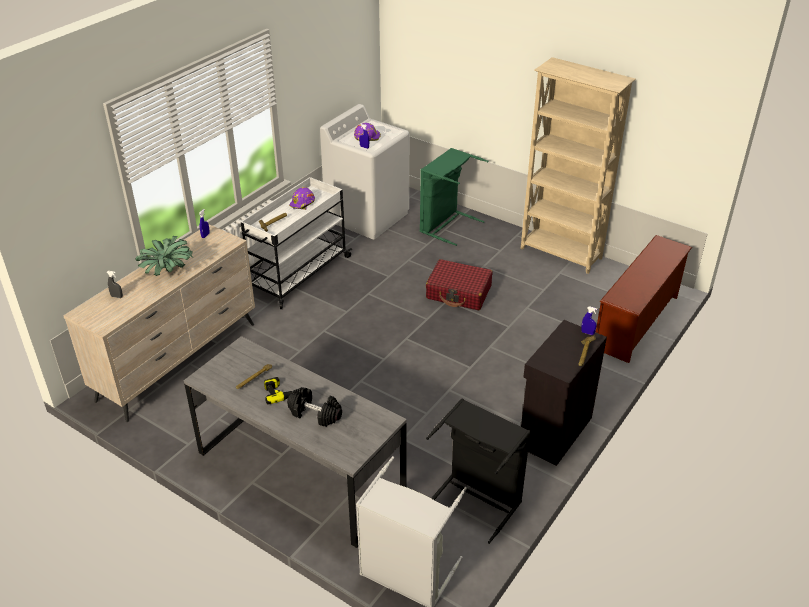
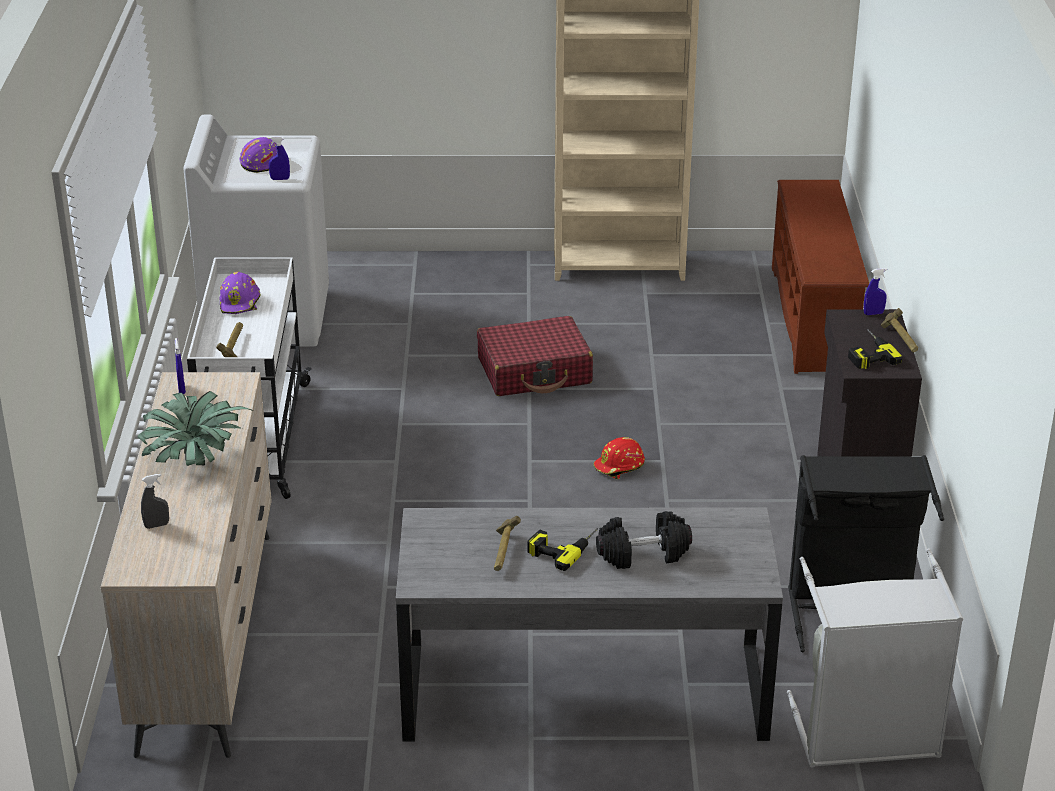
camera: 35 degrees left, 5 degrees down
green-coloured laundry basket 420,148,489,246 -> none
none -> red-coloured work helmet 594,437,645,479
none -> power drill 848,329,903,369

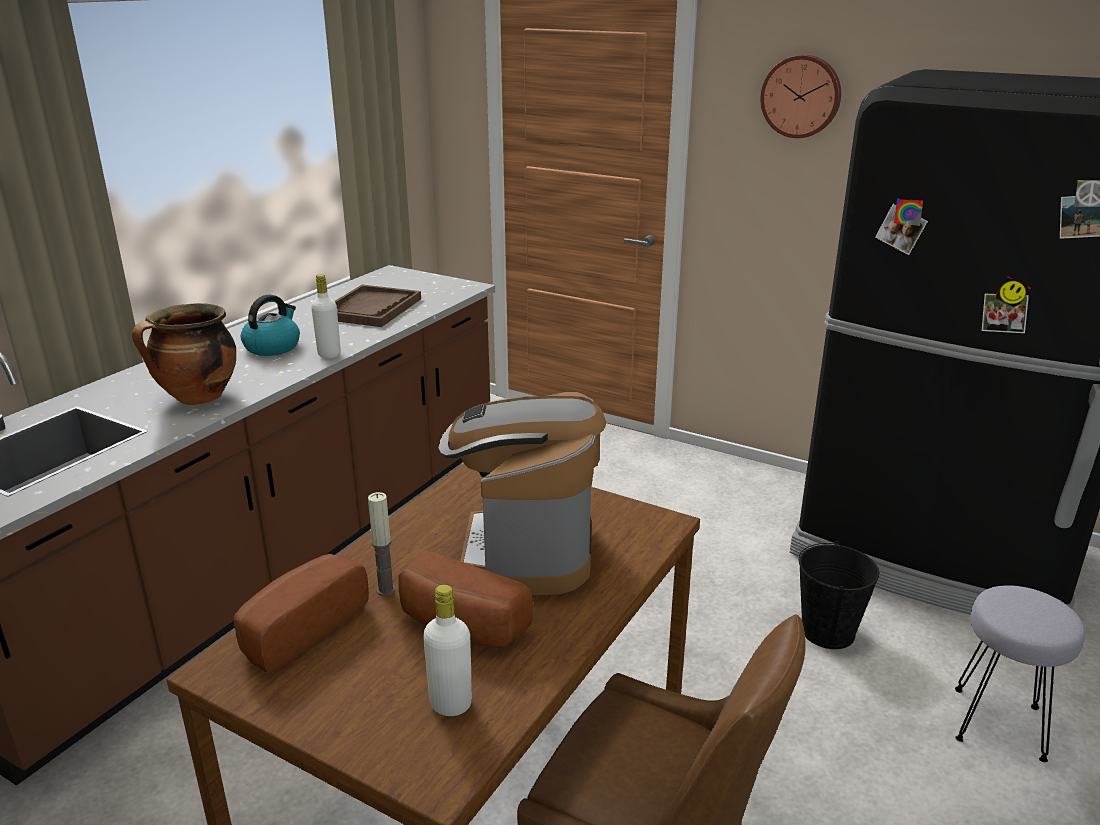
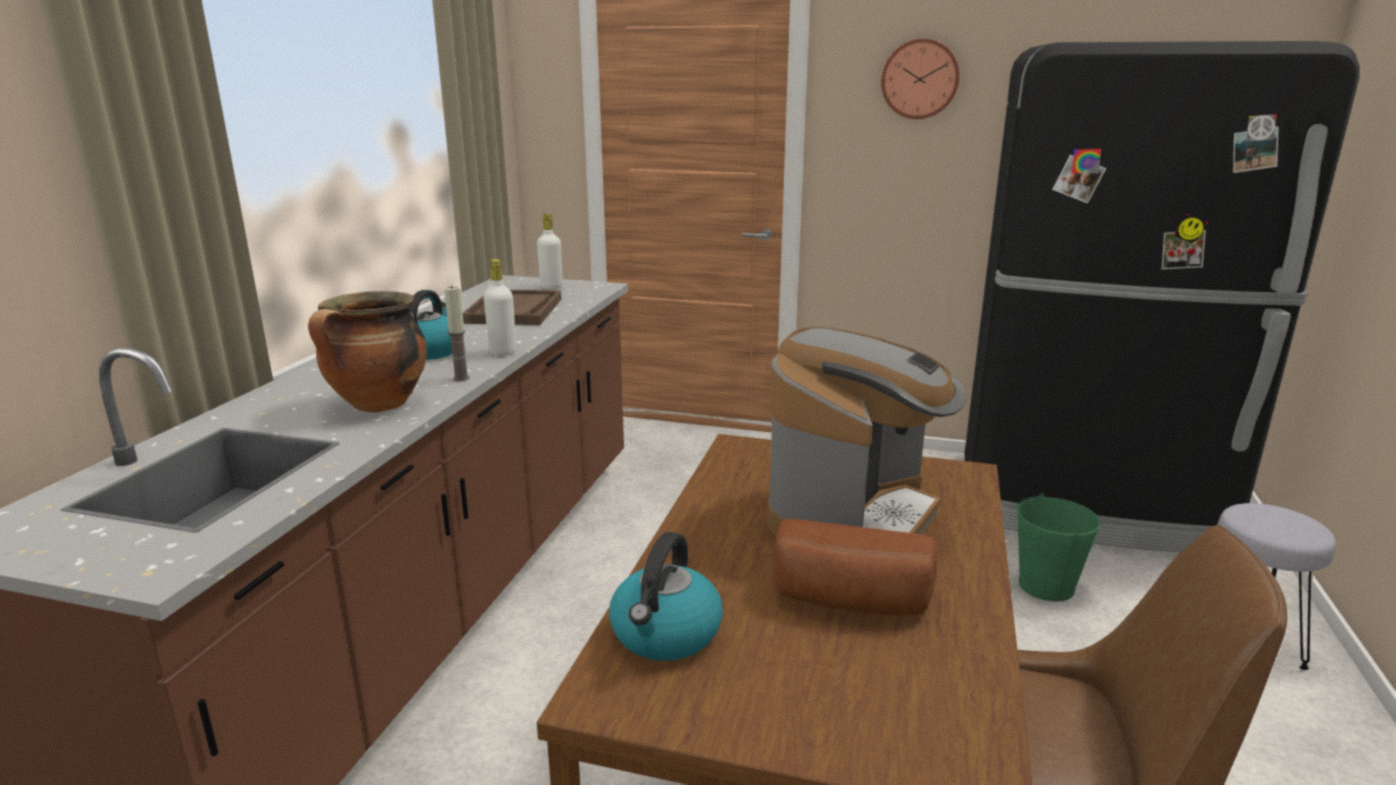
camera: 15 degrees left, 5 degrees down
bread 234,554,369,673 -> water kettle 609,532,723,661
wax candle 368,492,396,596 -> wax candle 444,285,470,382, move
white-coloured beverage bottle 423,585,472,716 -> white-coloured beverage bottle 537,214,563,289, move
coffee brewer 438,392,606,595 -> coffee brewer 767,327,966,535, 135 degrees counterclockwise
blackish pail 798,541,880,649 -> green-coloured pail 1017,493,1101,601

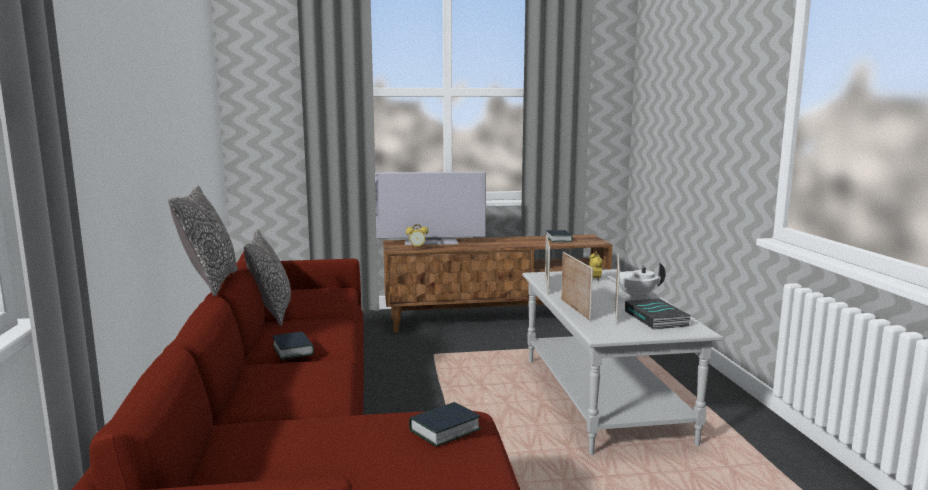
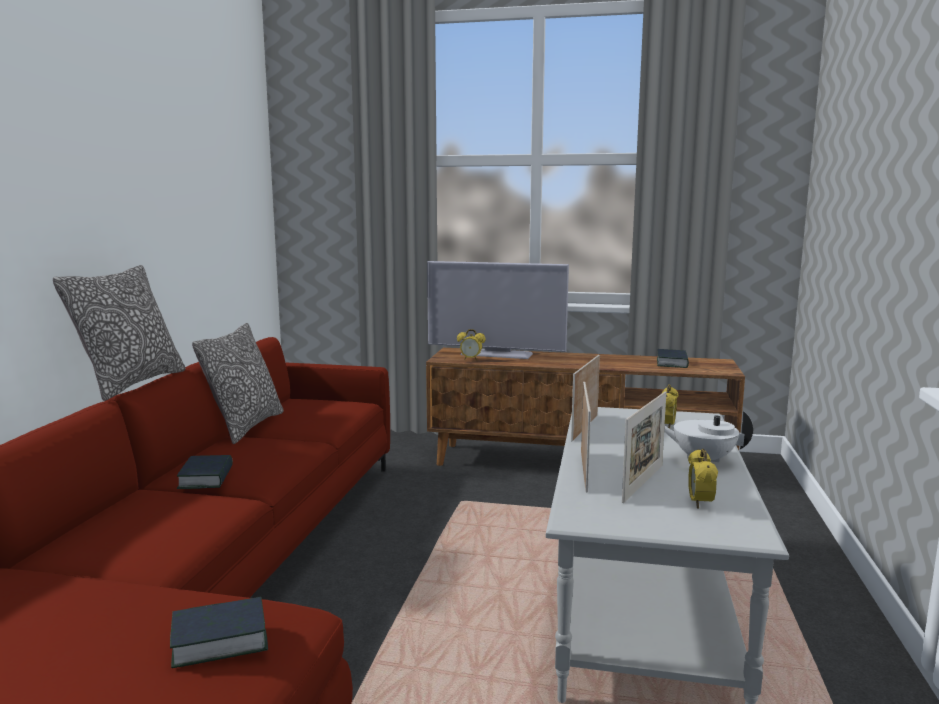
camera: 20 degrees right, 0 degrees up
bound book 625,298,691,330 -> alarm clock 688,449,718,509

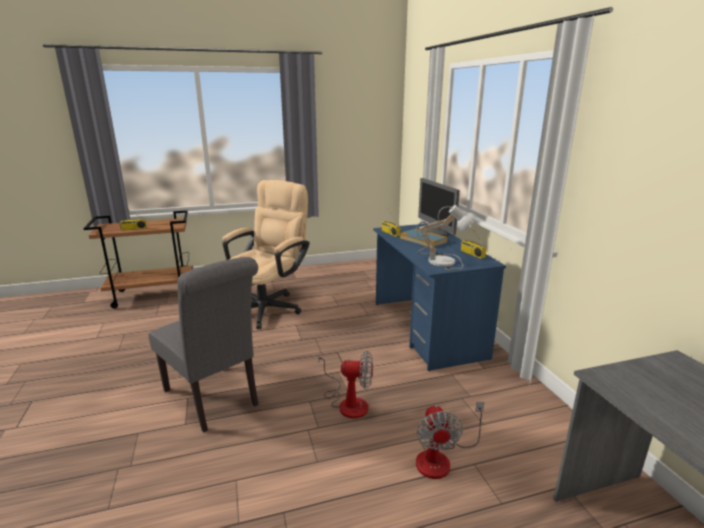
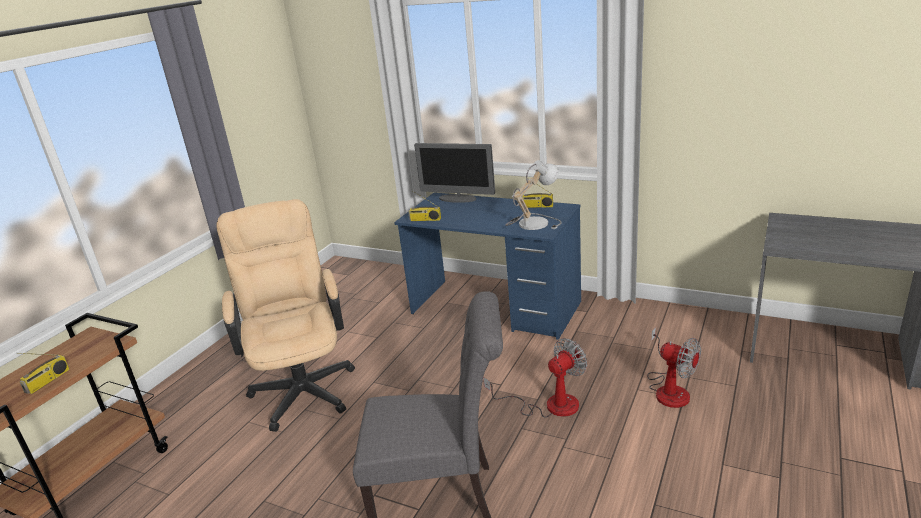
camera: 45 degrees left, 5 degrees up
bound book 400,229,448,247 -> none

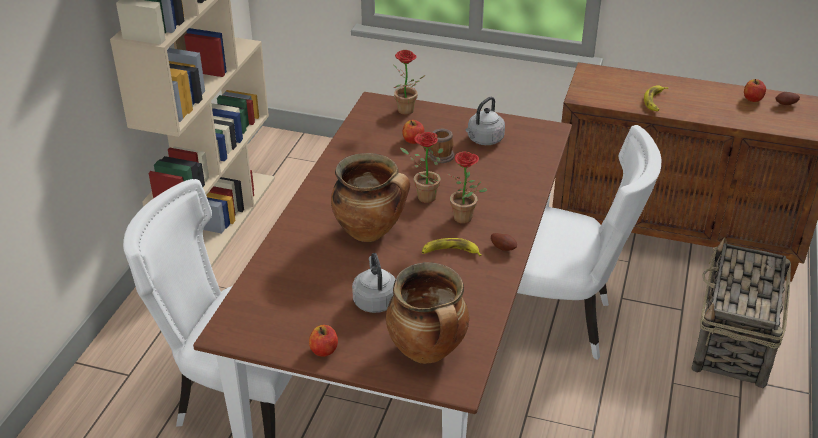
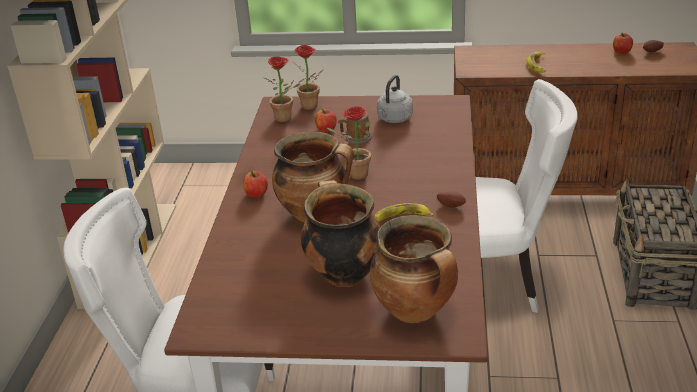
camera: 10 degrees left, 5 degrees down
apple 309,325,338,357 -> apple 243,171,268,197, move
gray water kettle 352,253,396,313 -> stockpot 301,180,380,287
plant in a pot 448,152,487,224 -> plant in a pot 264,56,300,122, move

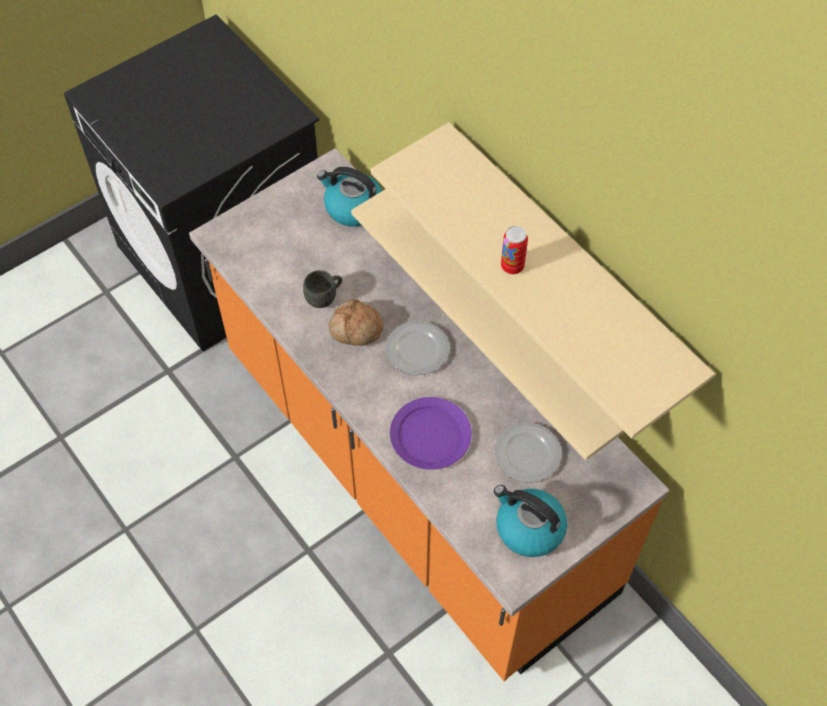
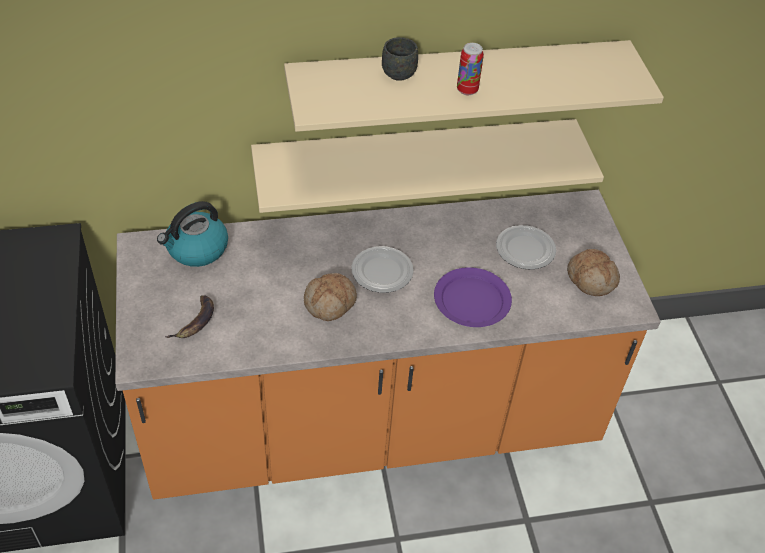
camera: 65 degrees left, 10 degrees down
gray mug 303,270,342,308 -> gray mug 382,37,418,81, move
water kettle 494,485,567,557 -> bread 567,249,620,296
none -> whole banana 165,295,214,338

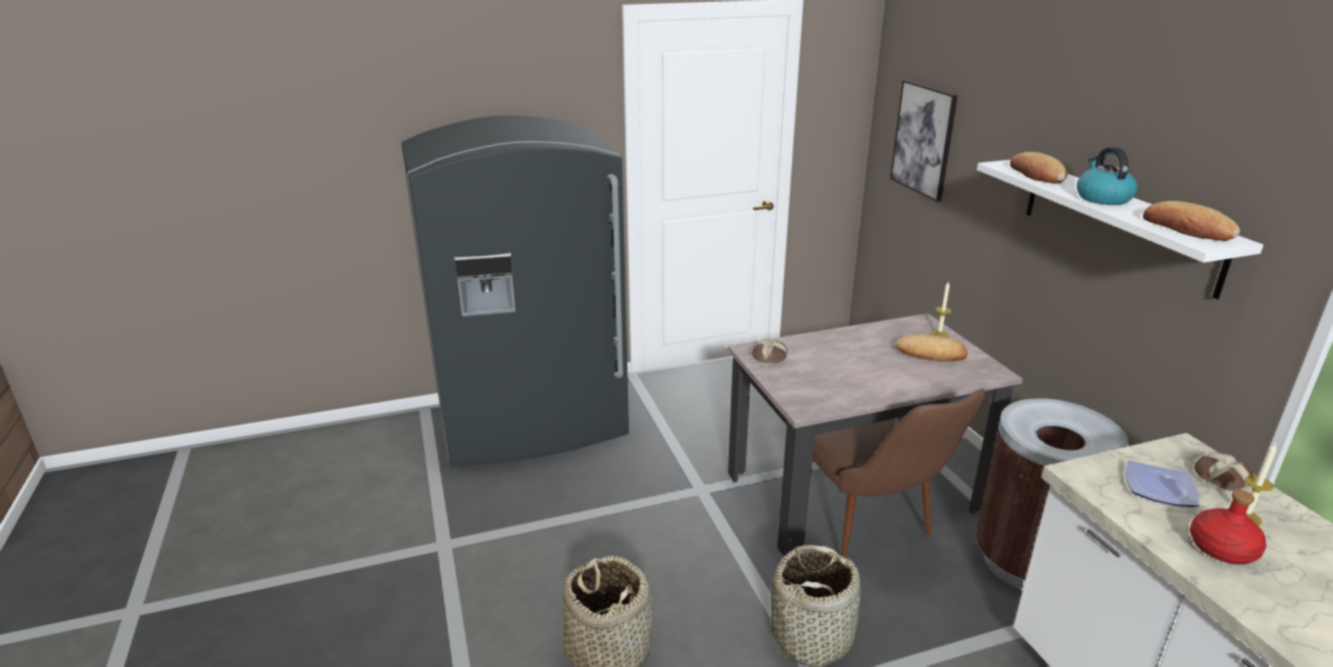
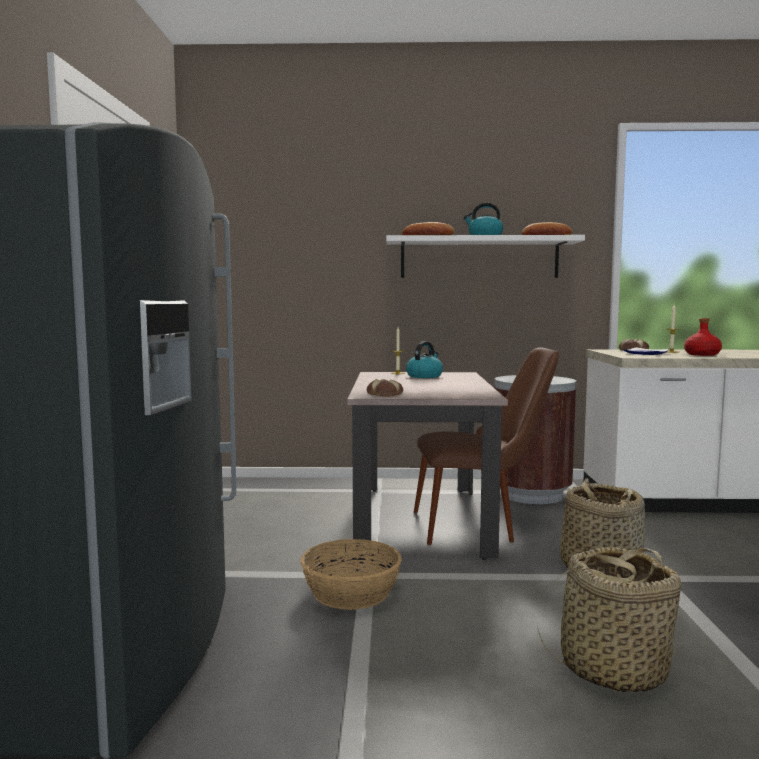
camera: 70 degrees left, 20 degrees down
wall art 890,80,958,202 -> none
bread 895,334,968,361 -> water kettle 406,341,443,378
none -> basket 300,539,402,610

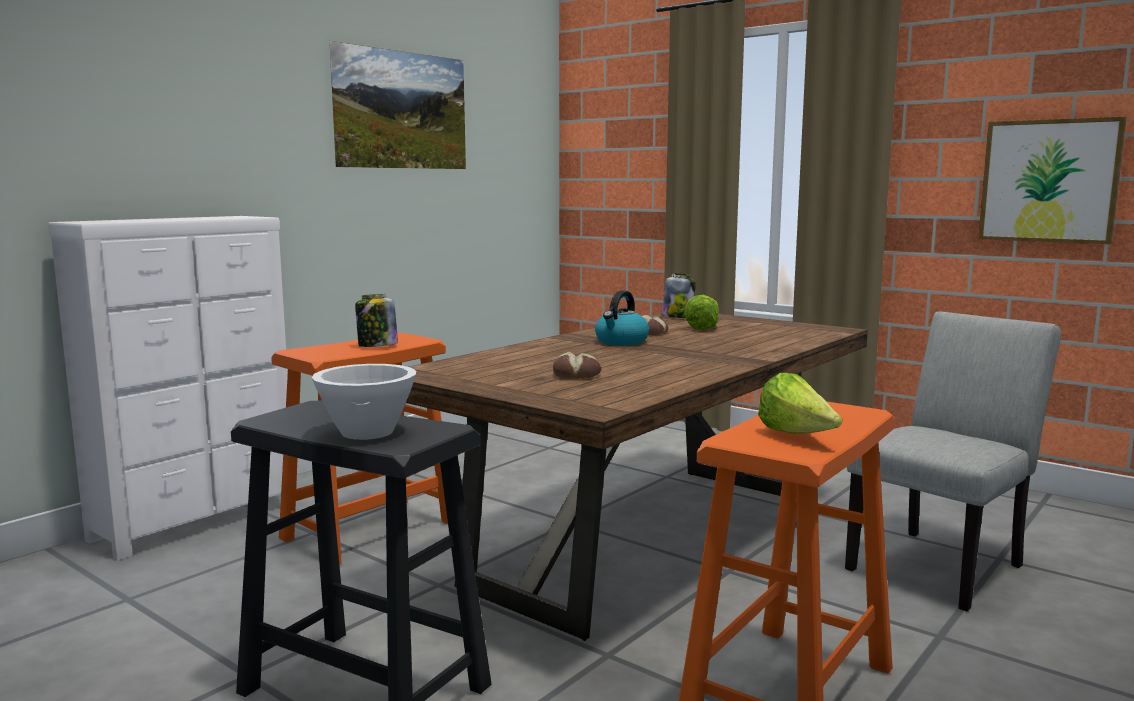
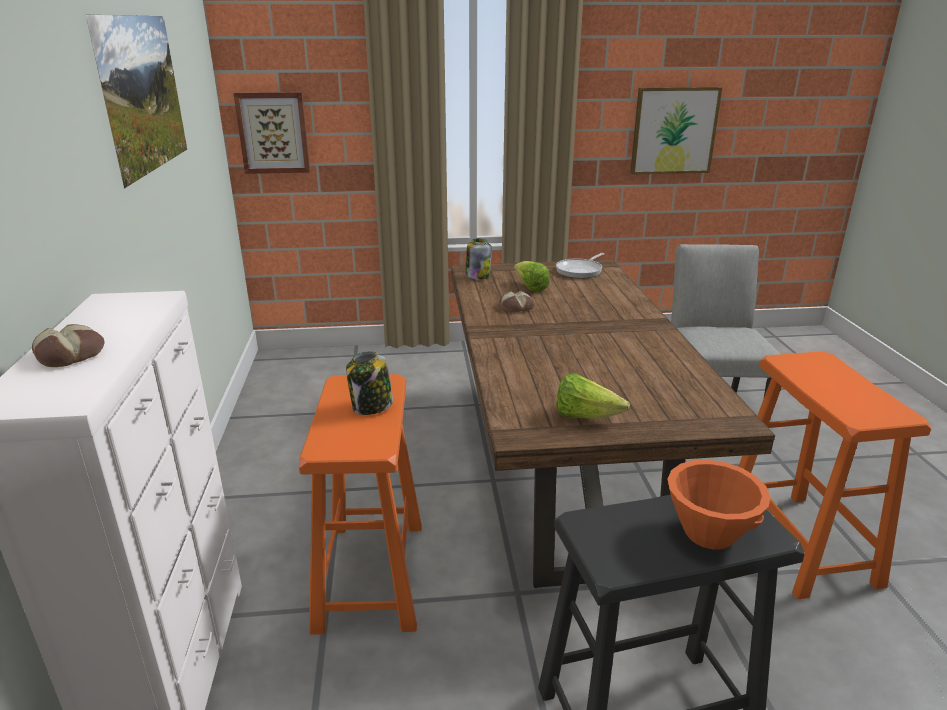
camera: 45 degrees left, 15 degrees up
white-coloured deep dish 312,364,416,440 -> orange-coloured deep dish 668,460,771,550
bread 553,351,601,379 -> bread 32,324,105,367, move
water kettle 595,290,649,346 -> none
lettuce 758,373,842,434 -> lettuce 556,374,630,419, move
none -> wall art 234,92,310,174
none -> pan 556,253,604,278

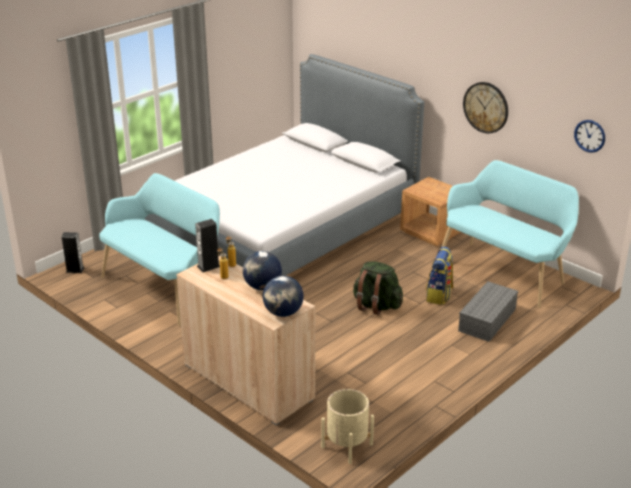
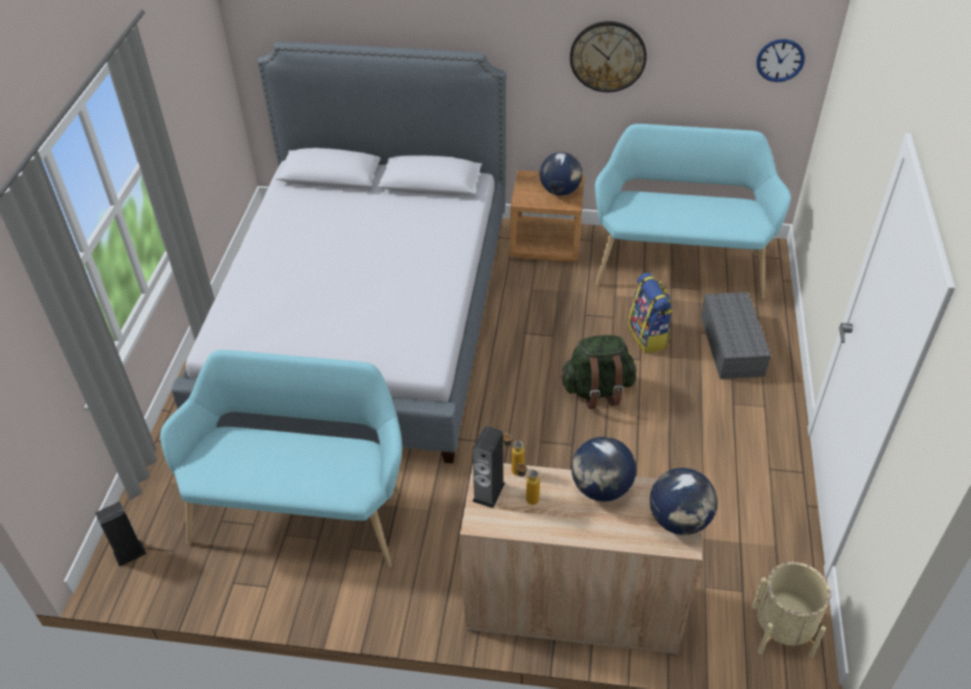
camera: 35 degrees left, 15 degrees up
none -> globe 540,152,583,196

